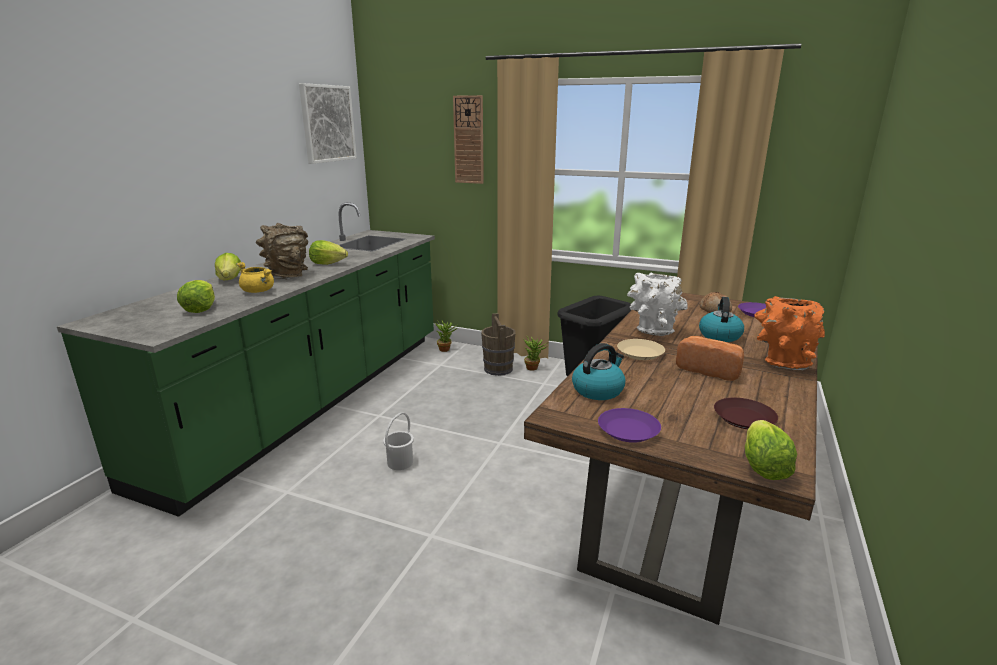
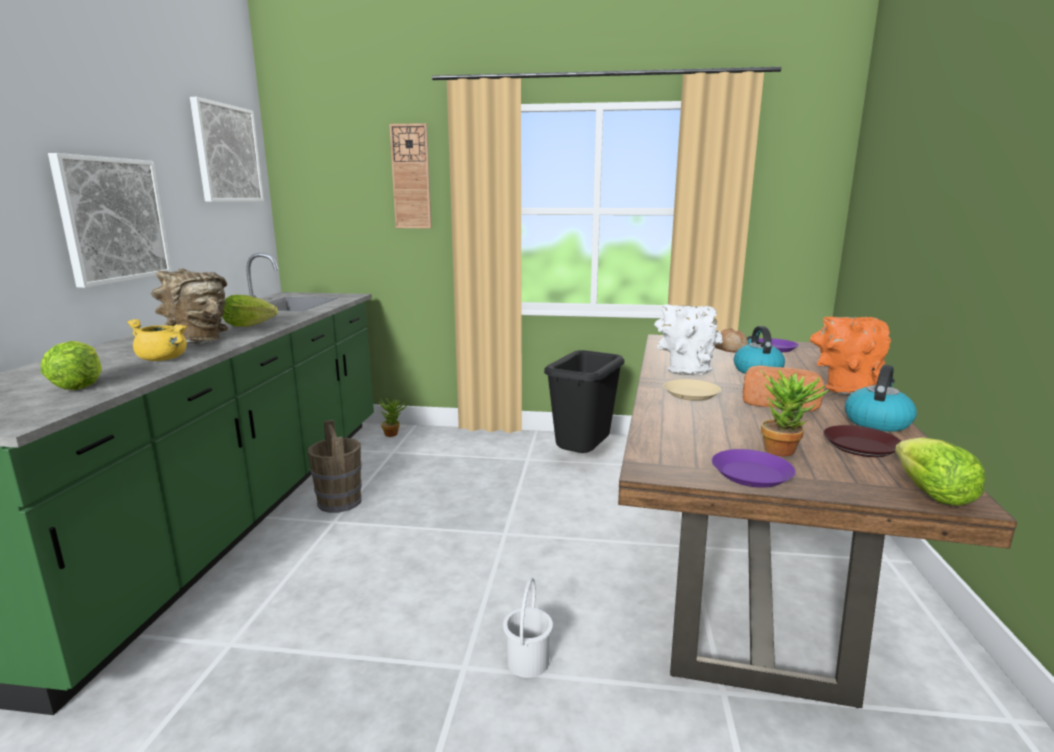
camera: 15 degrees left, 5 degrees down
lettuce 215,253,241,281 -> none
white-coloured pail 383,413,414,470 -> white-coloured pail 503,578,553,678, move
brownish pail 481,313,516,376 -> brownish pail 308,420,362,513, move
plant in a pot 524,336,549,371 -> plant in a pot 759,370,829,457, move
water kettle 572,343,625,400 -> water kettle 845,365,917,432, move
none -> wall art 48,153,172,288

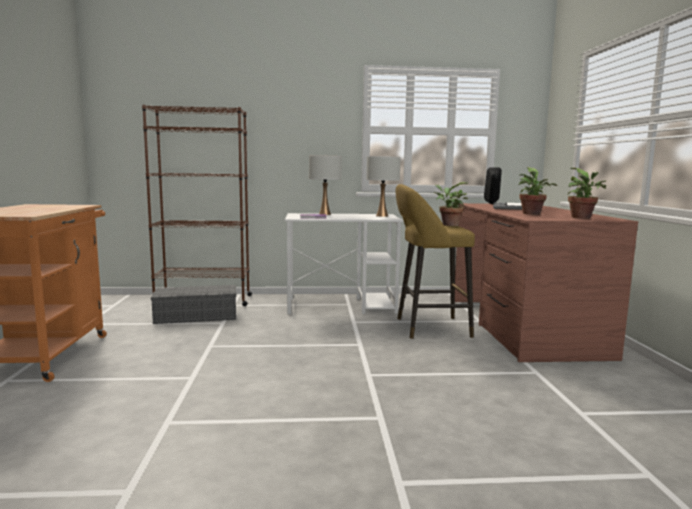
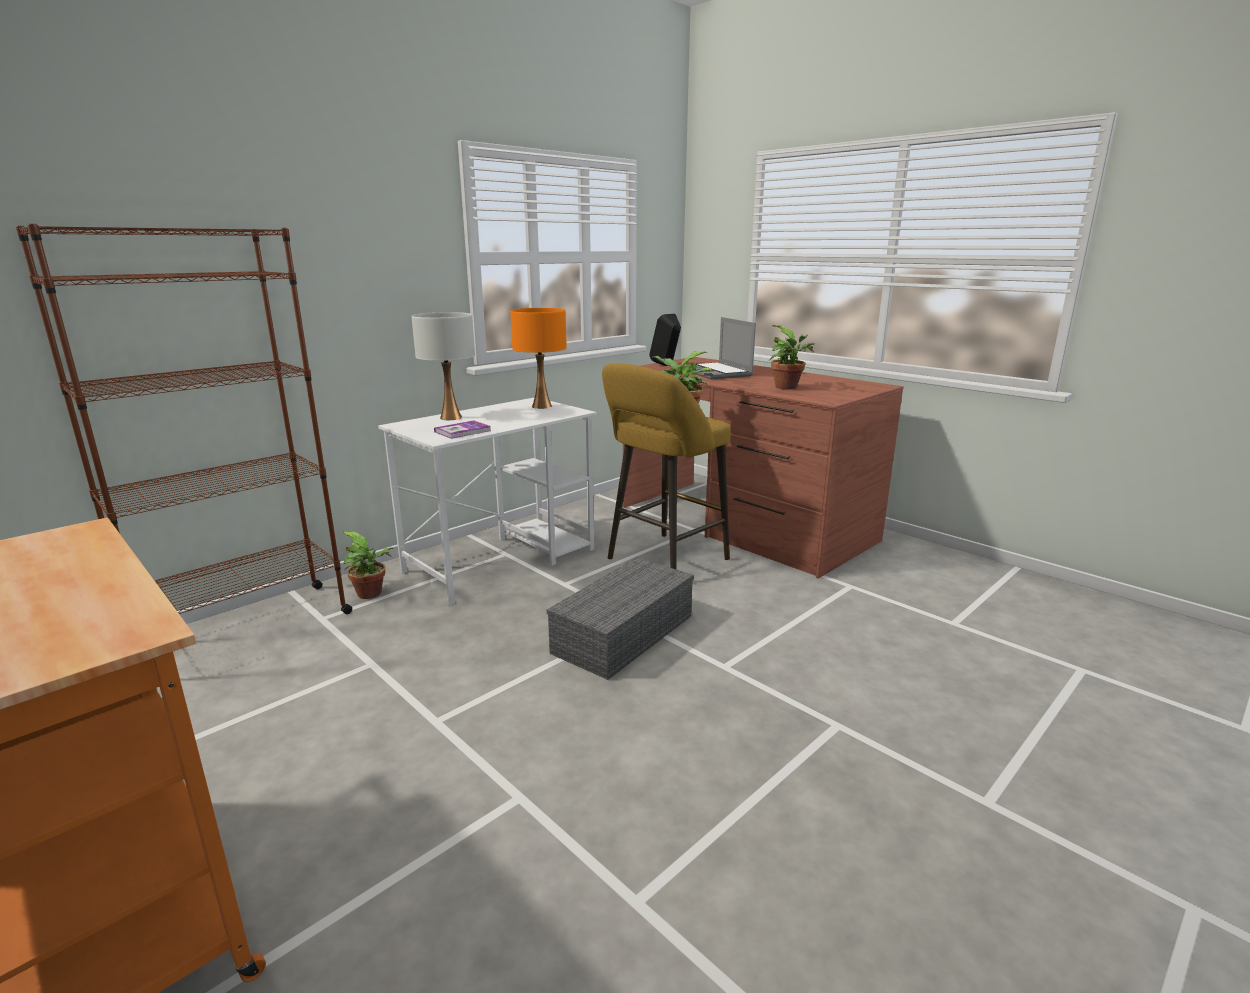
camera: 40 degrees left, 10 degrees up
gray storage container 151,285,236,324 -> gray storage container 547,557,694,680, move
white-coloured lamp for a table 367,156,401,217 -> orange-coloured lamp for a table 510,308,567,409
plant in a pot 566,168,607,219 -> plant in a pot 343,531,393,599, move

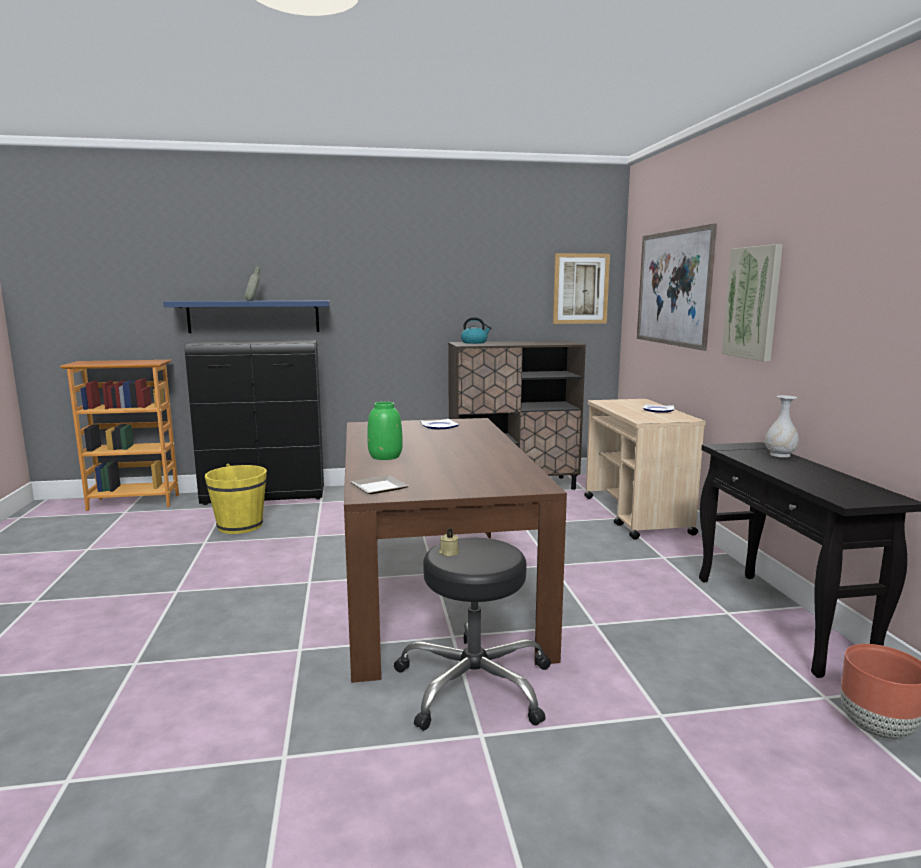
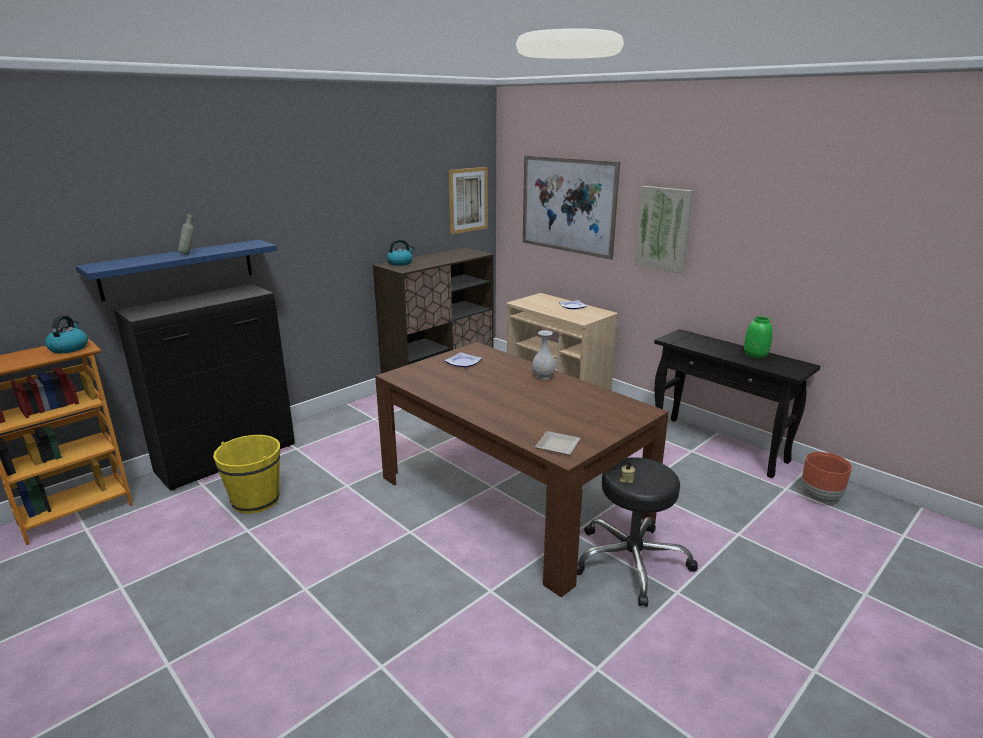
camera: 35 degrees left, 10 degrees up
green-coloured flower vase 367,402,403,460 -> green-coloured flower vase 744,316,773,358, move
white-coloured flower vase 765,395,799,458 -> white-coloured flower vase 532,330,556,380, move
none -> water kettle 45,315,88,354

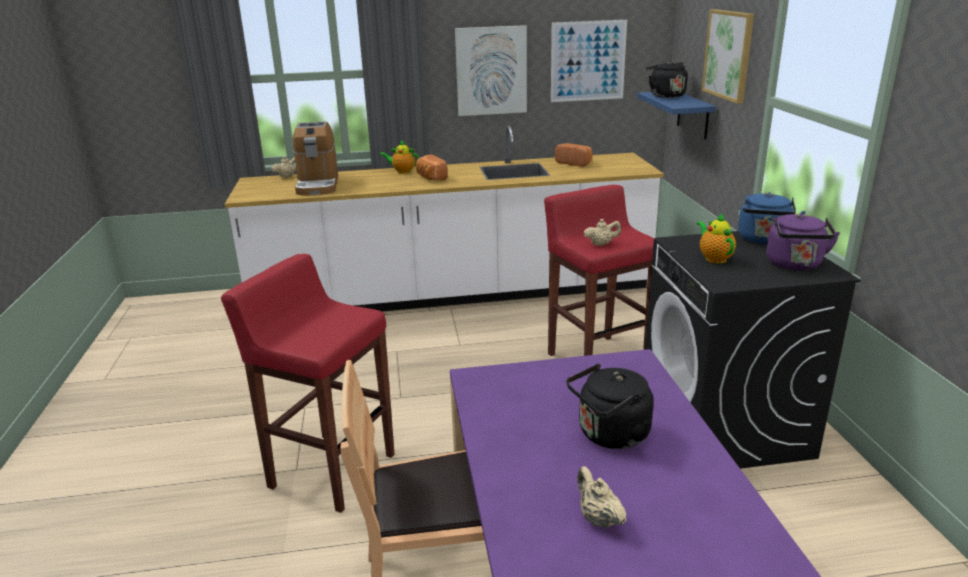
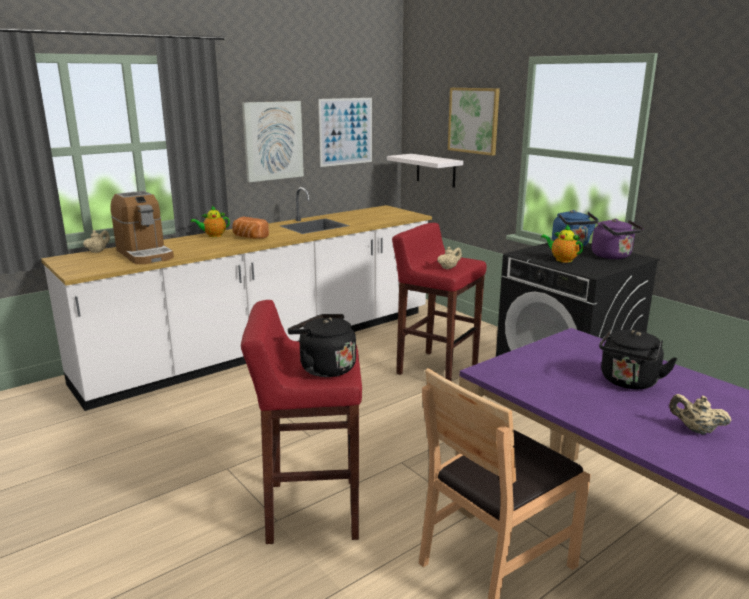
camera: 30 degrees left, 5 degrees down
bread 555,143,593,167 -> none
blue wall shelf 637,92,716,140 -> white-coloured wall shelf 387,154,463,188
blackish water kettle 646,61,688,98 -> blackish water kettle 288,314,356,377, move

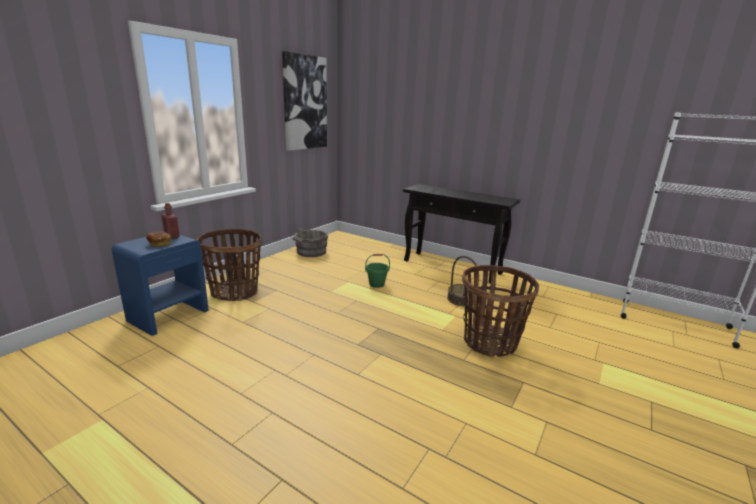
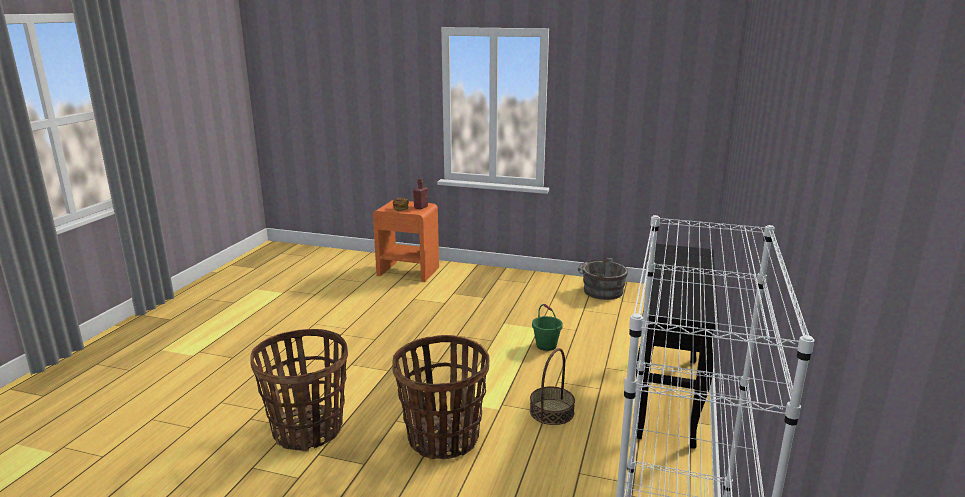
camera: 75 degrees right, 0 degrees up
blue bedside table 111,235,209,336 -> orange-coloured bedside table 373,200,439,282
basket 197,229,262,301 -> basket 250,329,348,451, move
wall art 282,51,327,151 -> none

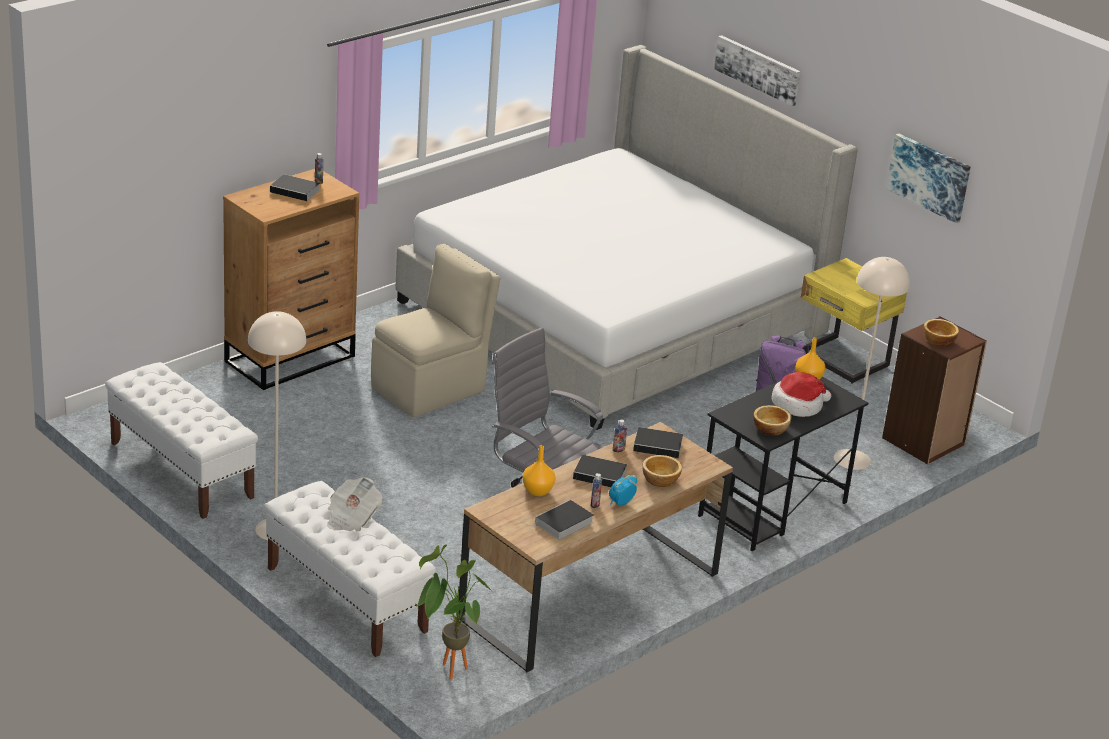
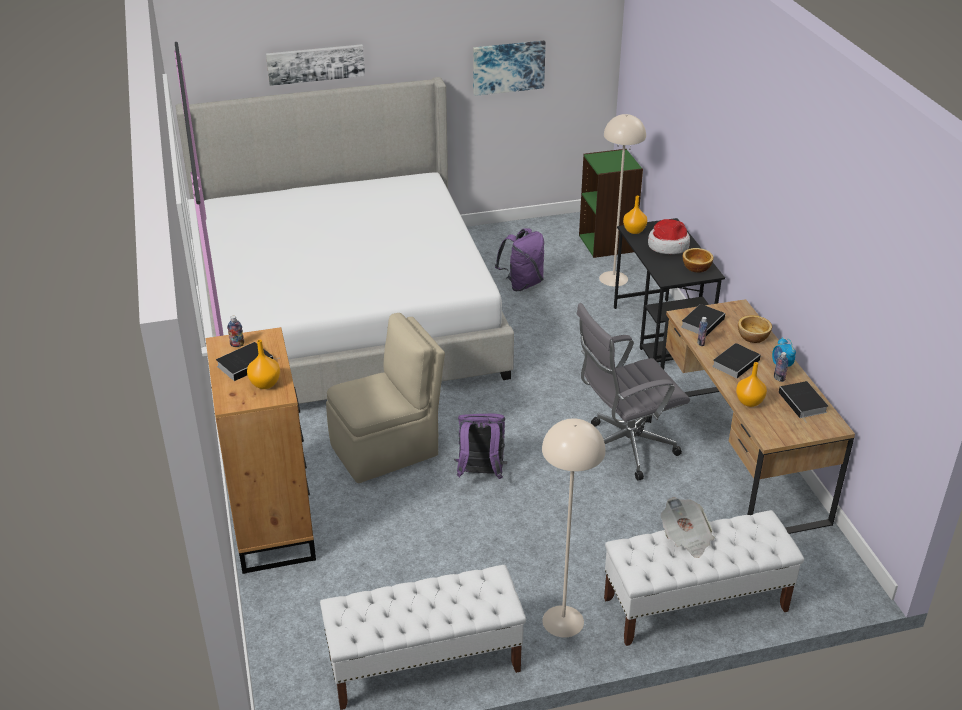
camera: 60 degrees left, 5 degrees up
sand-coloured plain chair 371,244,500,418 -> sand-coloured plain chair 326,313,445,483, 75 degrees clockwise
plant in a pot 416,544,493,680 -> none
yellow bedside table 801,258,907,384 -> none
brownish bookcase 882,316,987,464 -> green-coloured bookcase 579,149,643,258
deep dish 924,319,959,347 -> none
none -> orange-coloured flower vase 247,340,280,389
none -> purple rucksack 454,413,507,479

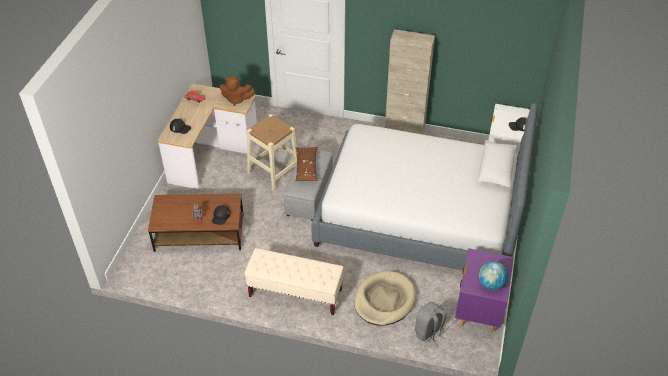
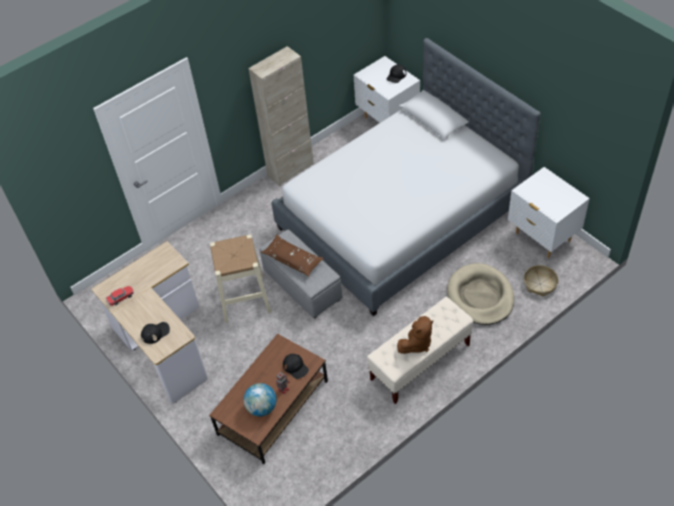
camera: 50 degrees left, 5 degrees up
brownish plush toy 219,76,255,106 -> brownish plush toy 397,316,433,354, move
gray rucksack 415,302,447,346 -> basket 524,265,559,297
purple bedside table 455,248,514,333 -> white-coloured bedside table 508,167,590,258
globe 479,261,508,290 -> globe 243,383,277,416, move

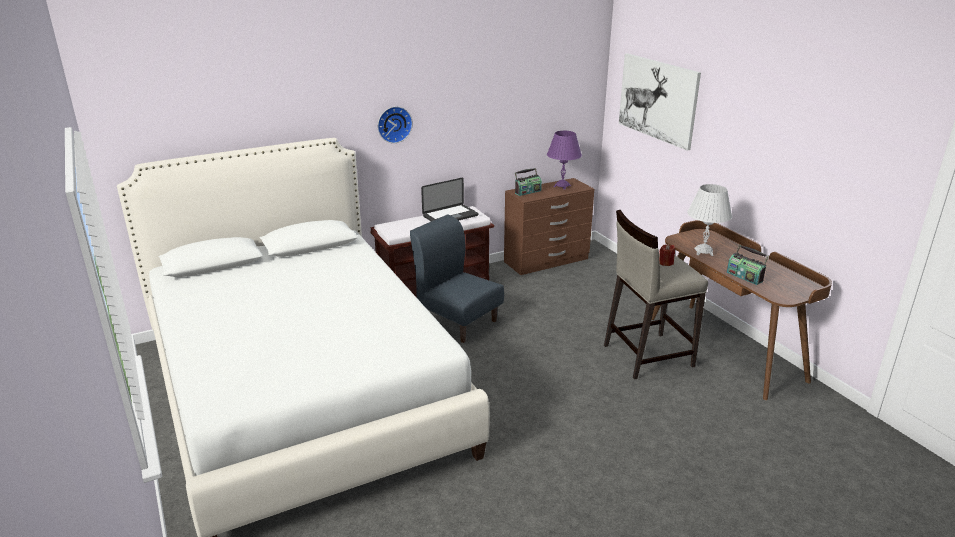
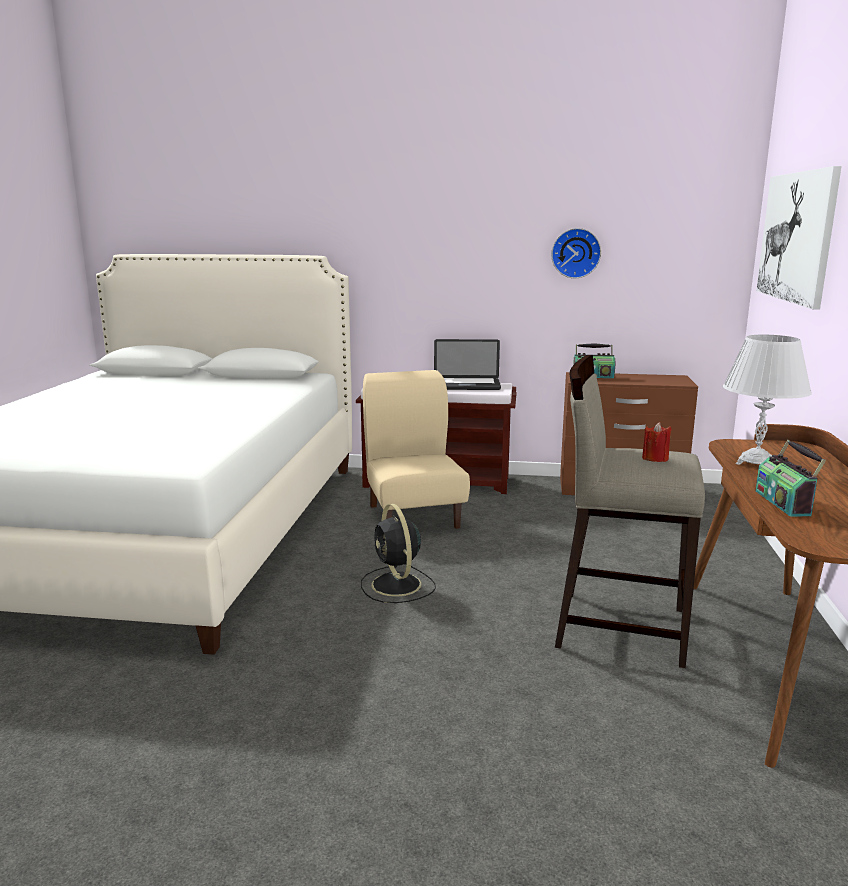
camera: 35 degrees right, 10 degrees down
hanging clock 378,106,413,143 -> hanging clock 551,228,601,278, move
blue plain chair 410,215,504,343 -> sand-coloured plain chair 363,370,470,529
purple lamp for a table 547,131,582,190 -> none
none -> blackish electric fan 361,504,436,603

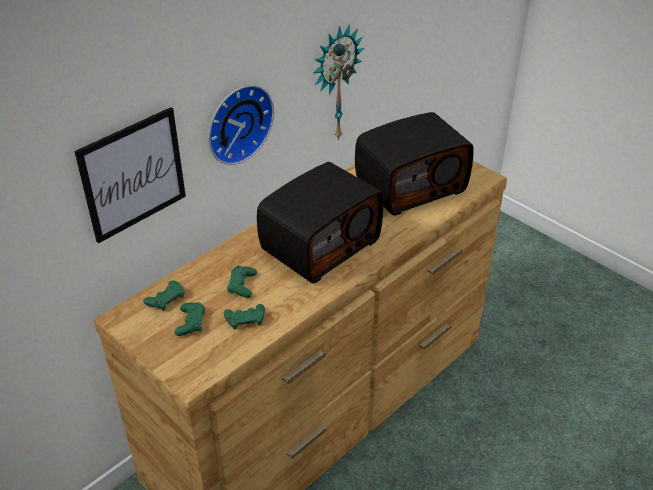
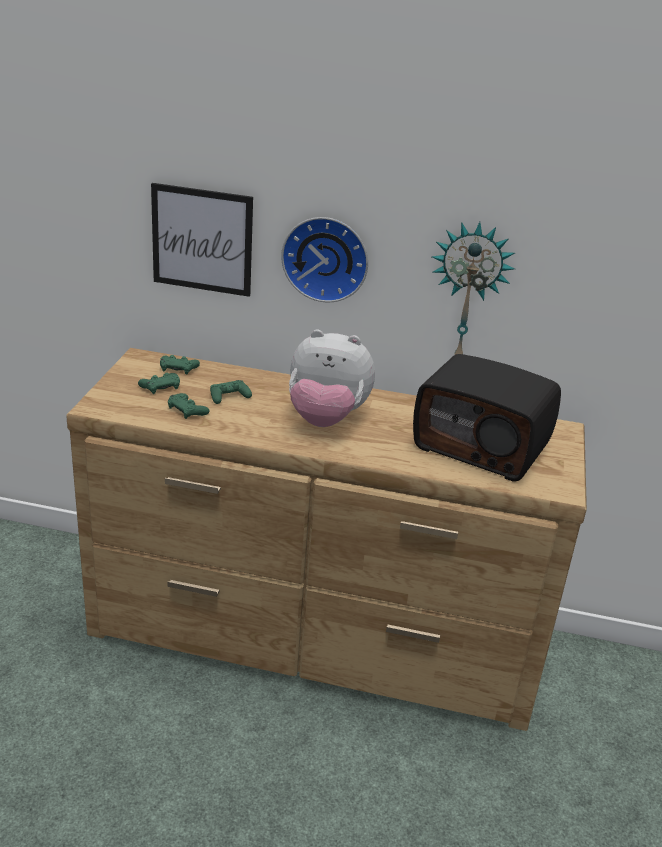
camera: 55 degrees right, 10 degrees down
radio 257,162,383,283 -> plush toy 289,329,375,427

